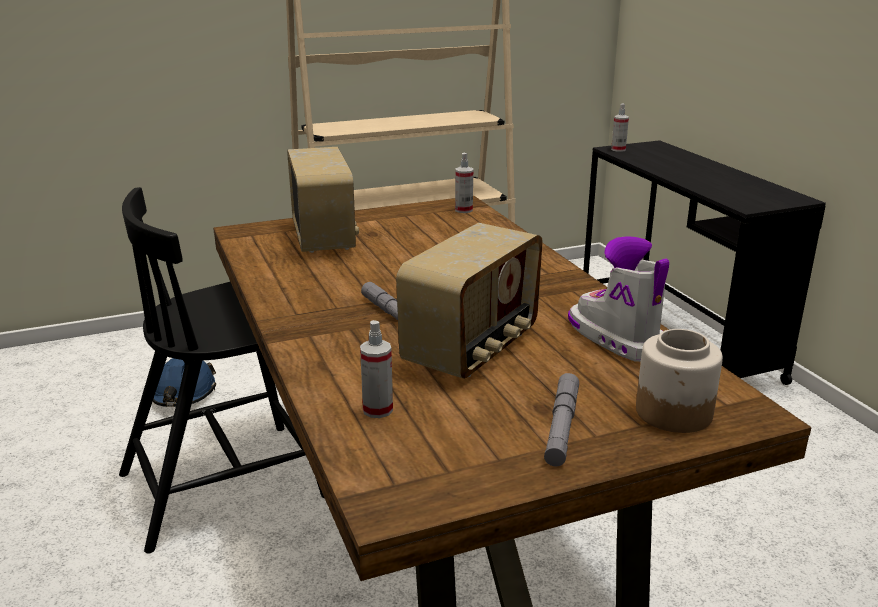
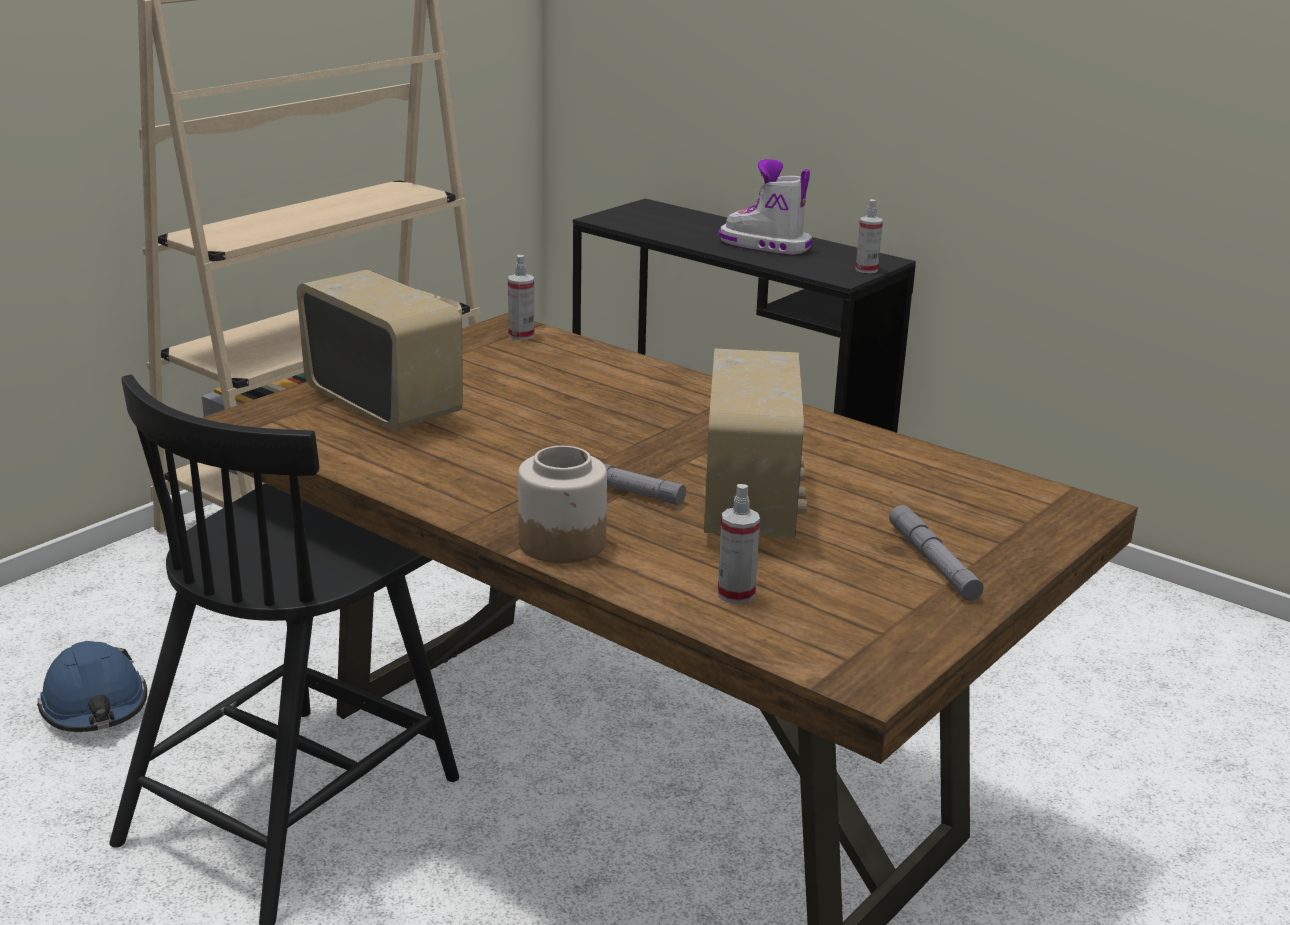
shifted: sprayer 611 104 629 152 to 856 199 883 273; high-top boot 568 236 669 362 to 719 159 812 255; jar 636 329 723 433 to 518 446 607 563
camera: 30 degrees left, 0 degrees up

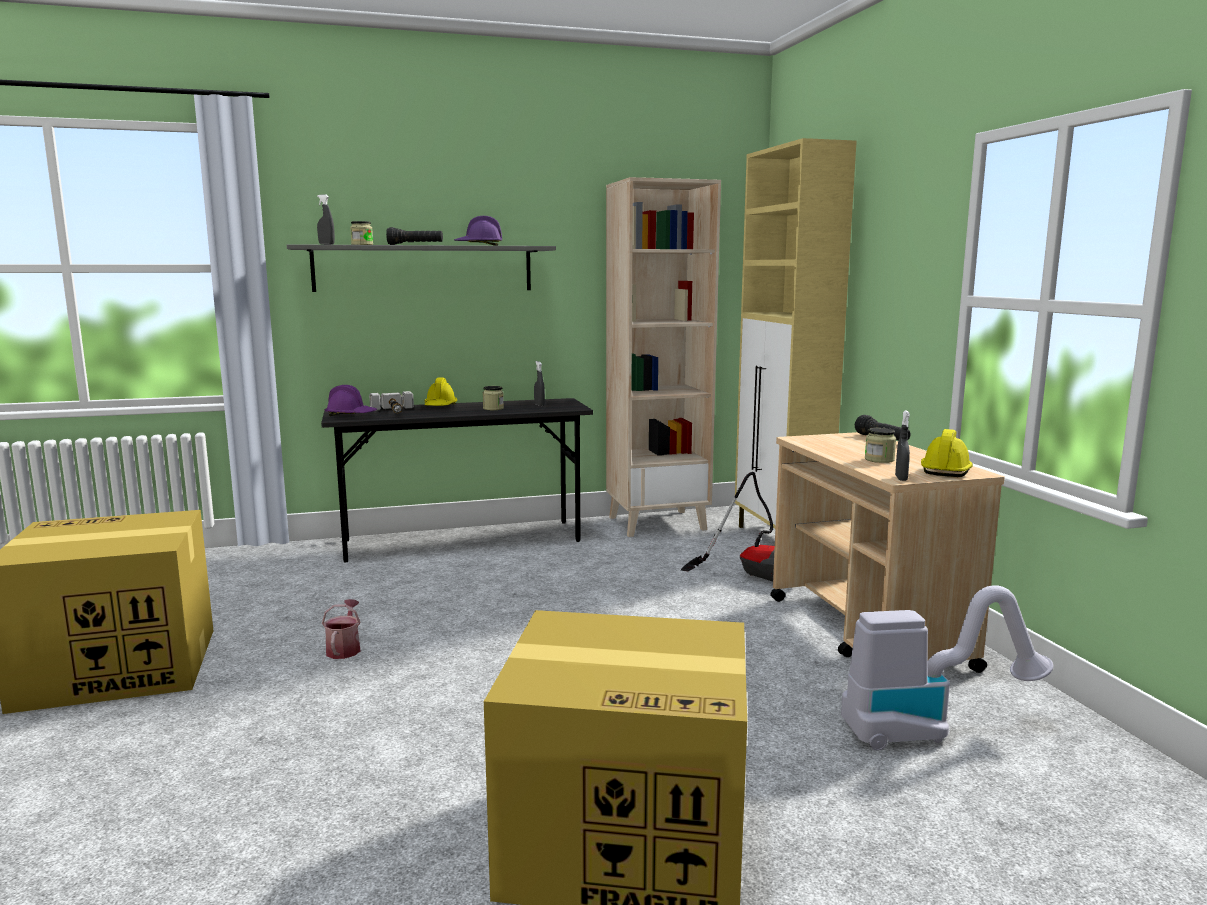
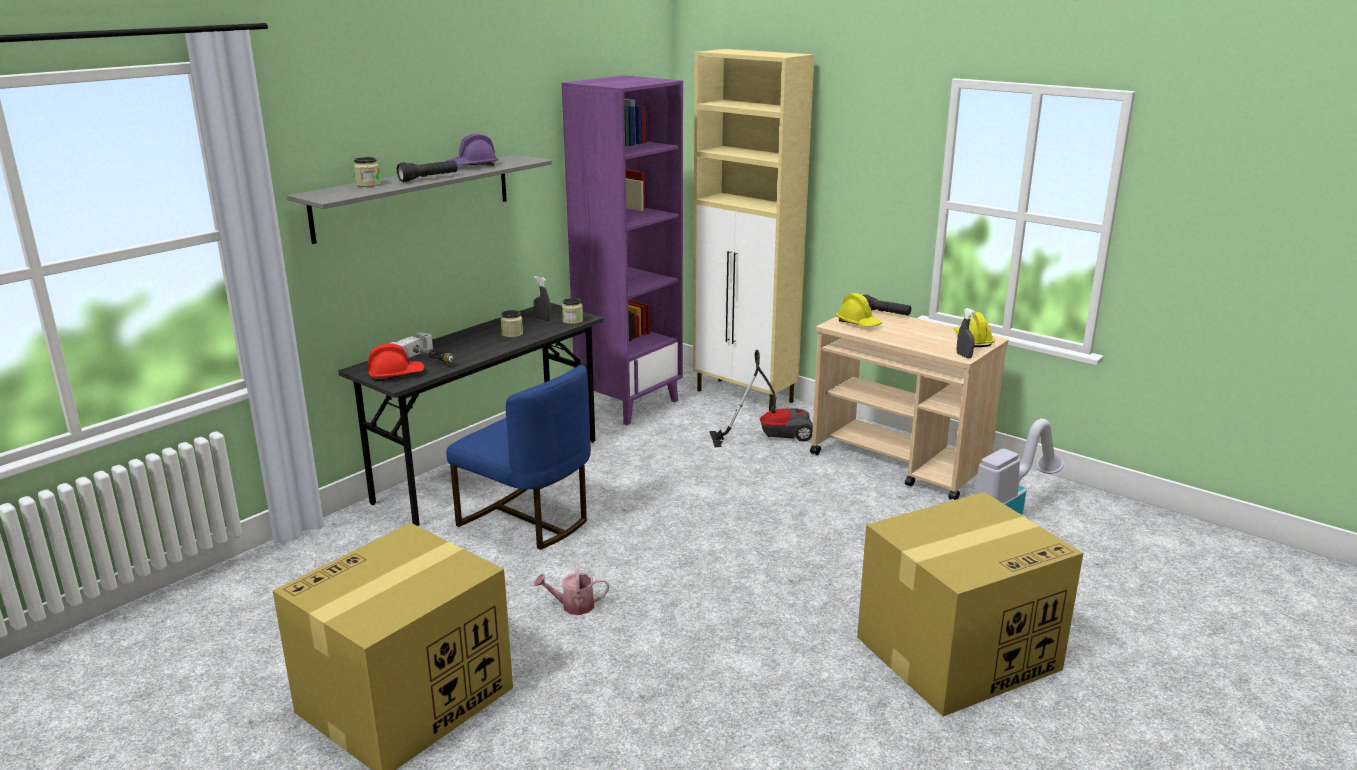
gone: gray sprayer 317 195 335 245
new: bluish plain chair 446 365 591 550
shifted: yellow safety helmet 425 378 457 406 to 836 293 883 327; jar 865 428 896 463 to 562 298 583 324
repainted: beige-coloured bookshelf 606 177 721 537 to purple bookshelf 562 75 683 425; purple safety helmet 325 385 377 416 to red-coloured safety helmet 368 343 425 382
rotated: sprinkling can 322 599 361 659 = 534 563 609 615 60 degrees counterclockwise
camera: 35 degrees left, 10 degrees up

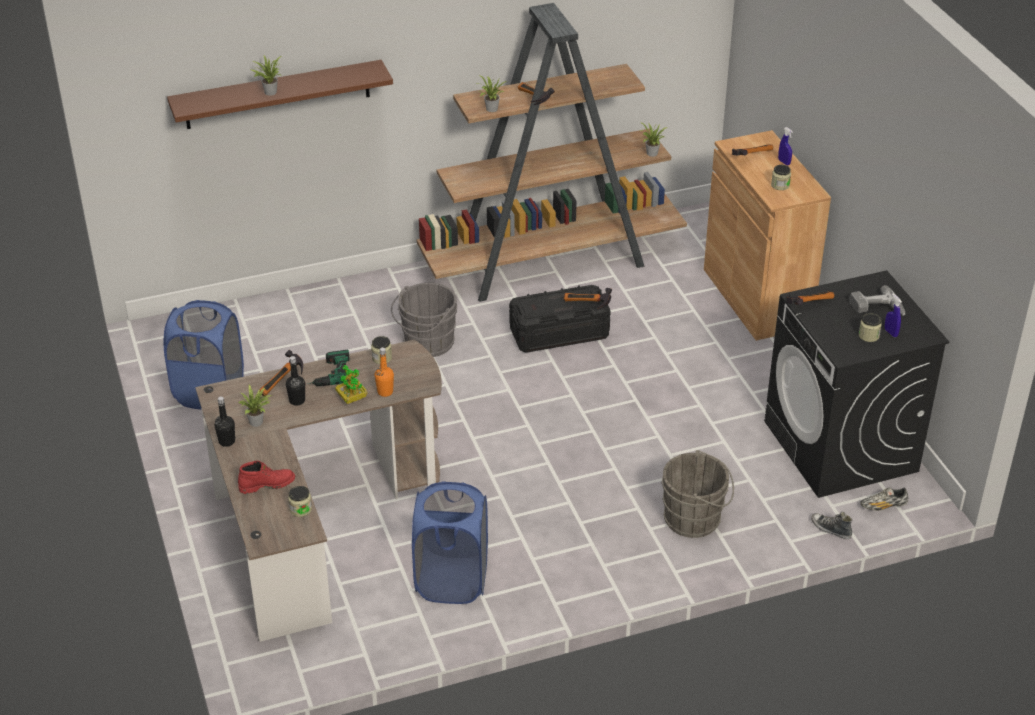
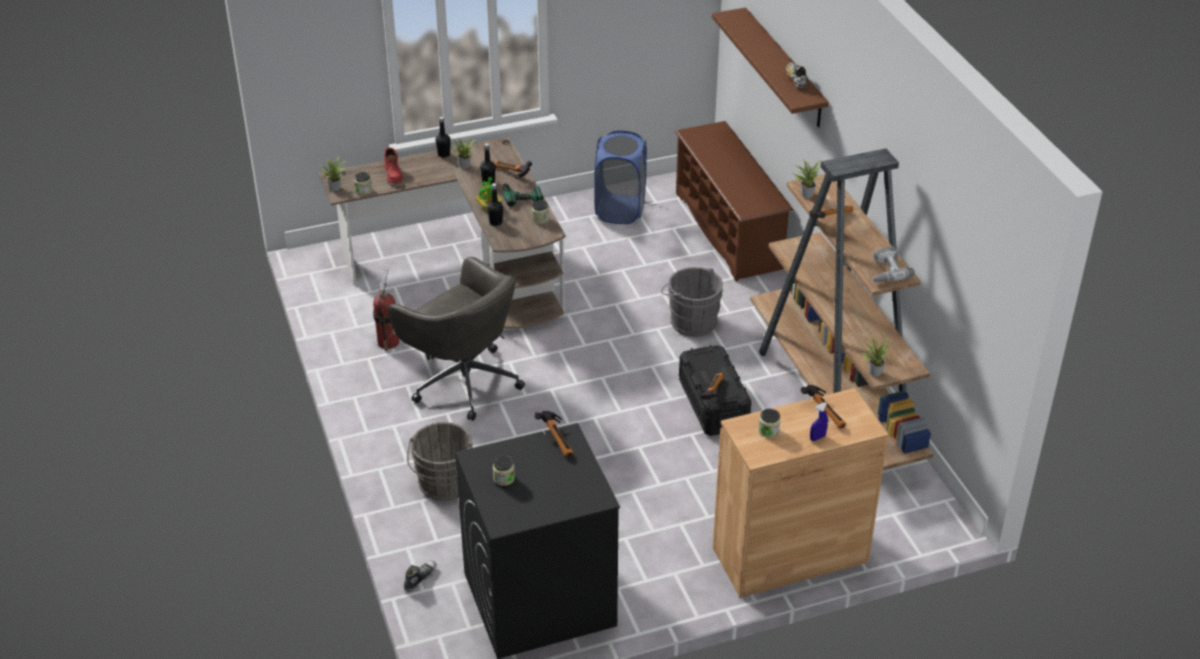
gone: bluish sprayer 885 293 902 337
new: brownish shoe rack 675 121 794 281; gray computer chair 388 257 525 421
shifted: potted plant 251 55 281 96 to 320 157 347 191; electric drill 849 285 905 316 to 871 246 915 282; shoe 860 488 908 511 to 786 62 808 88
swapped: bluish washing basket 412 481 488 604 to fire-fighting cylinder 373 269 399 351
repainted: orange drink bottle 375 347 394 397 to blackish drink bottle 487 183 503 226
camera: 90 degrees right, 0 degrees up

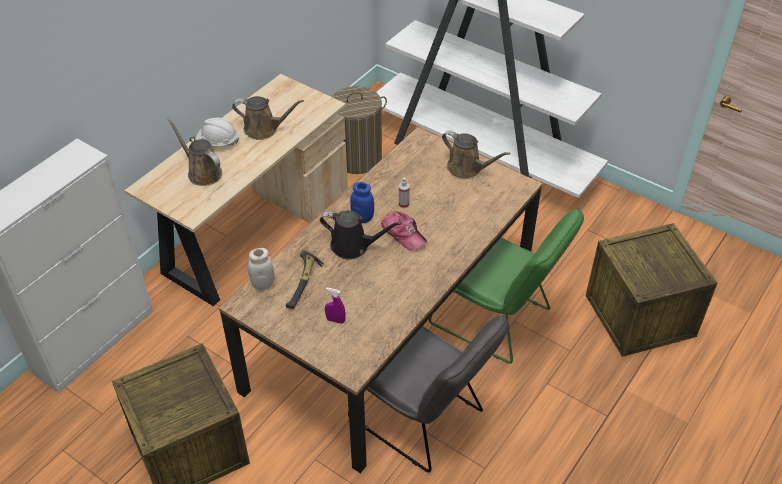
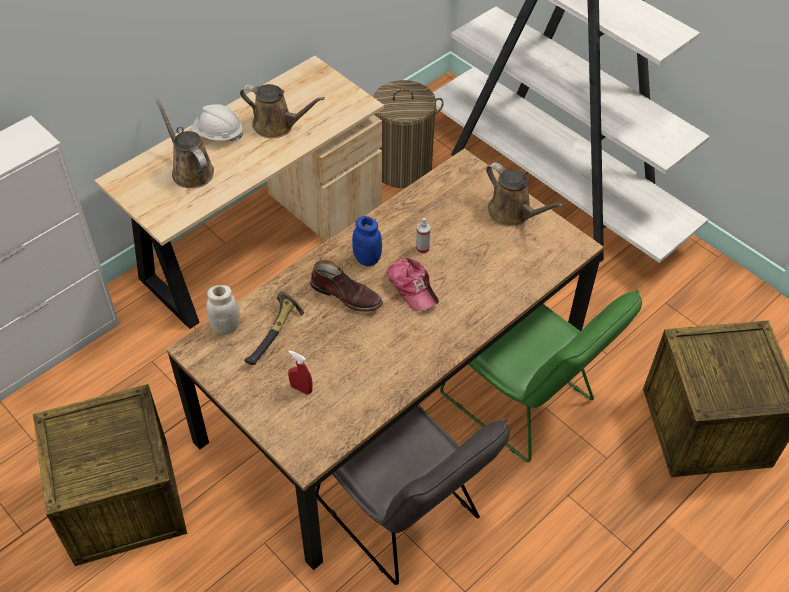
swapped: blackish sprinkling can 320 211 401 259 to brownish high-top boot 310 260 383 312
repainted: purple sprayer 325 287 346 324 to red-coloured sprayer 288 350 313 394
camera: 10 degrees right, 5 degrees up

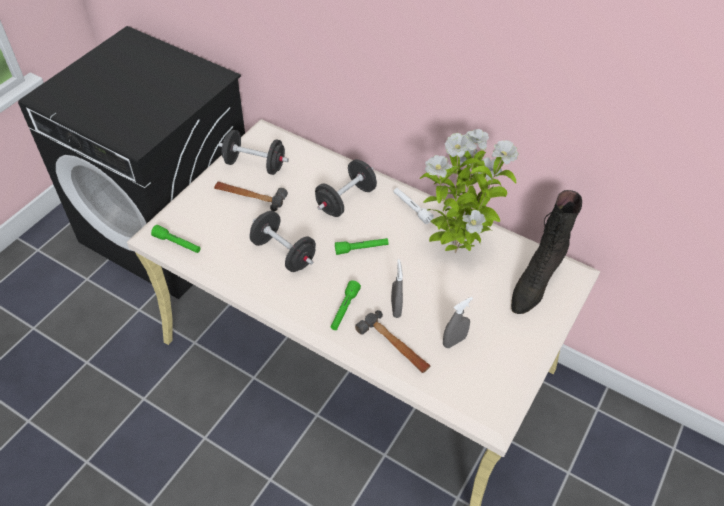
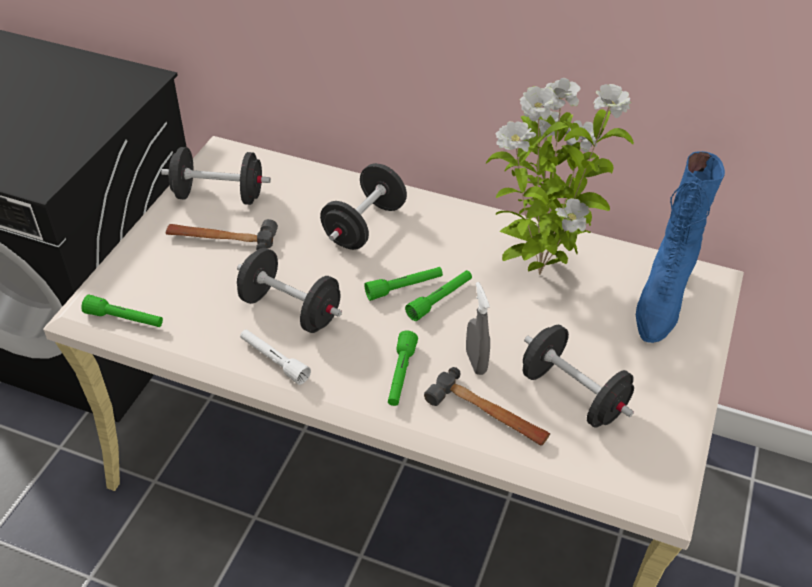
new: green flashlight 405 270 472 321
shifted: whitish flashlight 393 188 434 224 to 240 329 311 385
swapped: gray sprayer 443 297 473 348 to blackish hand weight 523 325 634 428
repainted: blackish high-top boot 511 190 582 314 to bluish high-top boot 636 151 725 343
camera: 10 degrees left, 5 degrees down

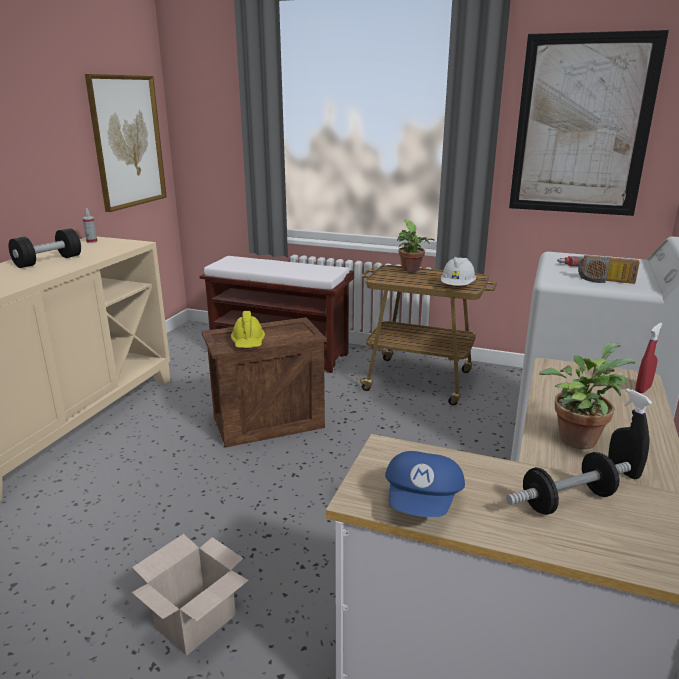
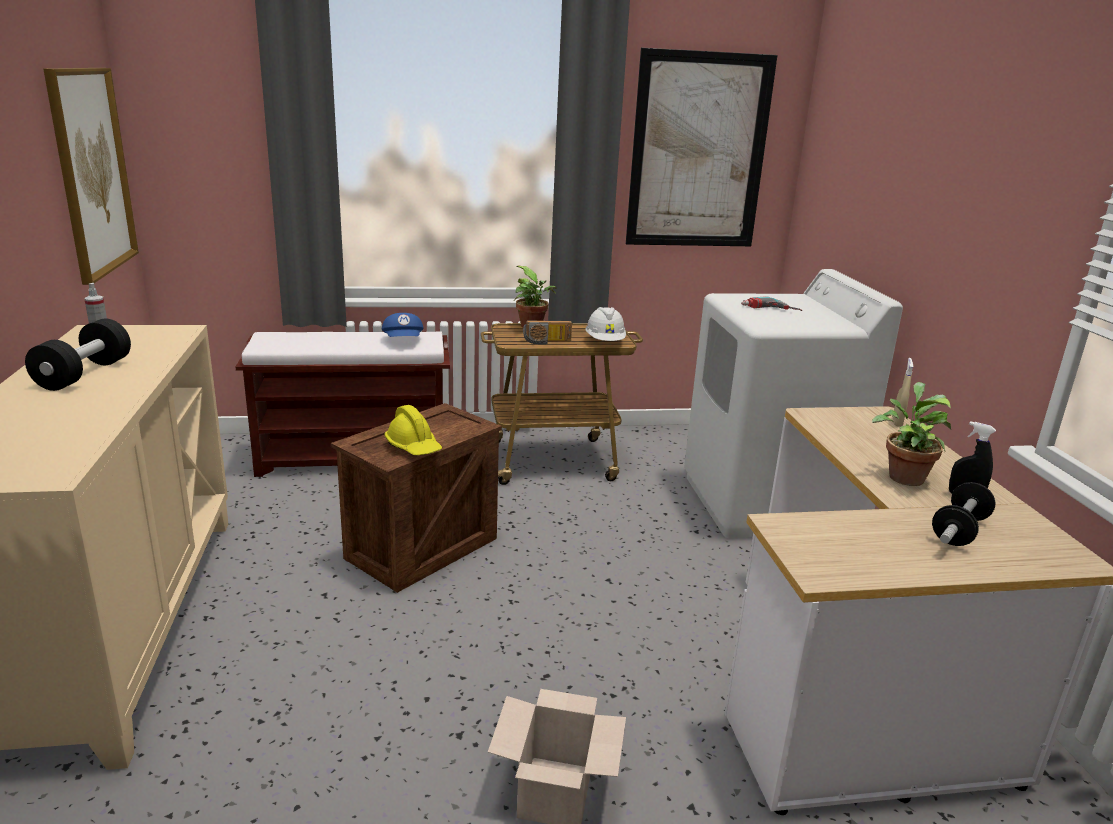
shifted: radio 578 255 640 284 to 523 321 572 345; bluish peaked cap 385 451 465 517 to 382 313 424 337
repainted: red-coloured sprayer 635 323 663 393 to beige-coloured sprayer 893 358 913 427
camera: 30 degrees left, 0 degrees up

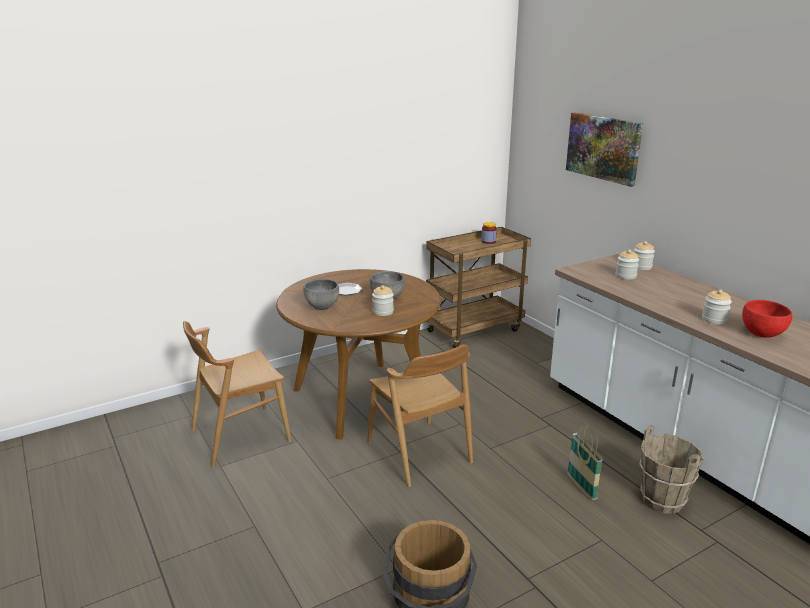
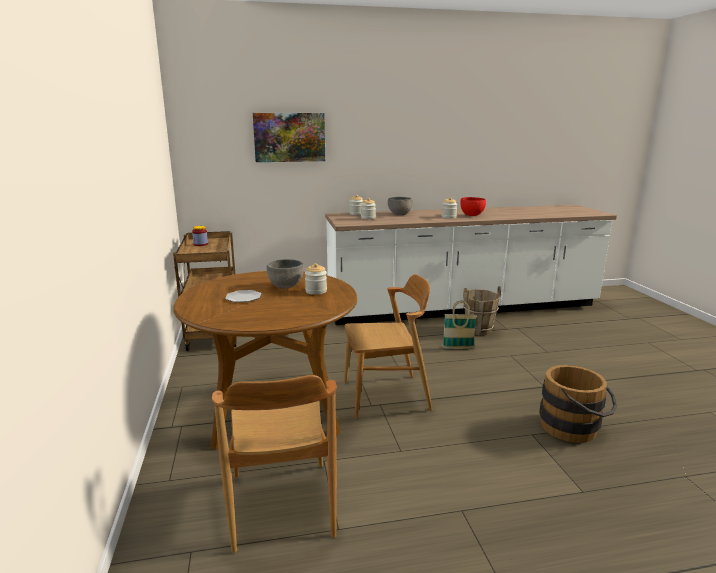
shifted: gray deep dish 303 279 339 310 to 388 197 413 215
camera: 70 degrees left, 5 degrees down

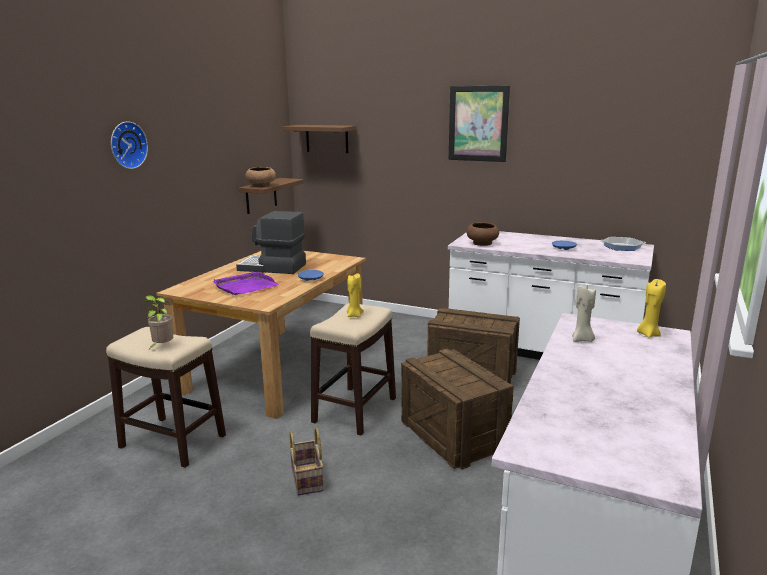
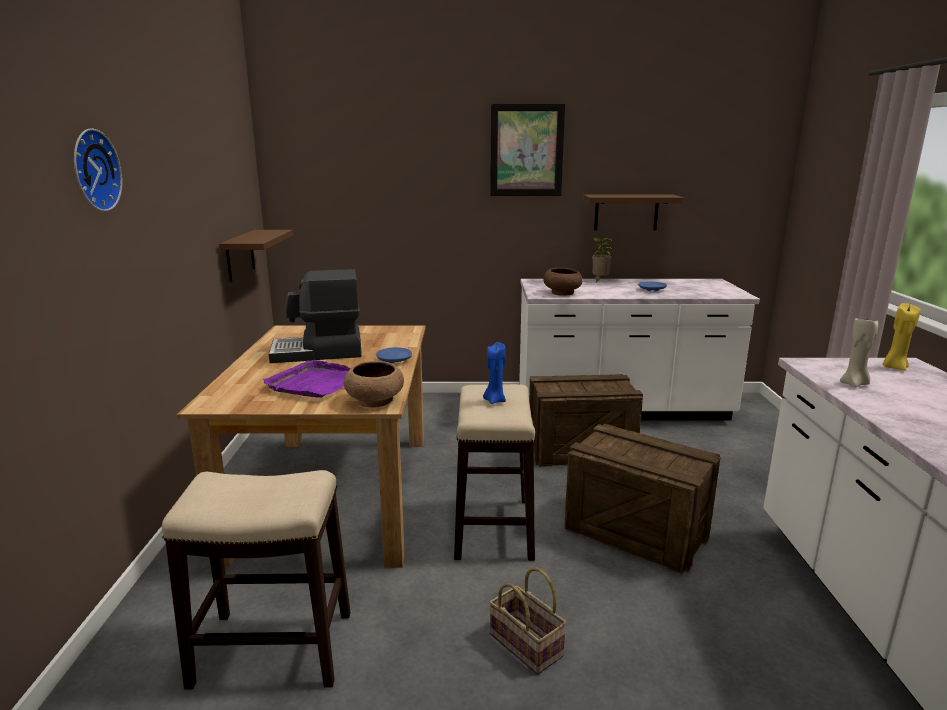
gone: pan 600 237 646 251
shifted: brownish bracket shelf 282 125 357 153 to 583 194 684 230; brownish deep dish 245 167 276 187 to 344 361 404 407; potted plant 139 296 173 349 to 592 237 613 282
repainted: yellow candle 347 273 364 318 to bluish candle 483 342 506 404
camera: 25 degrees left, 0 degrees up

